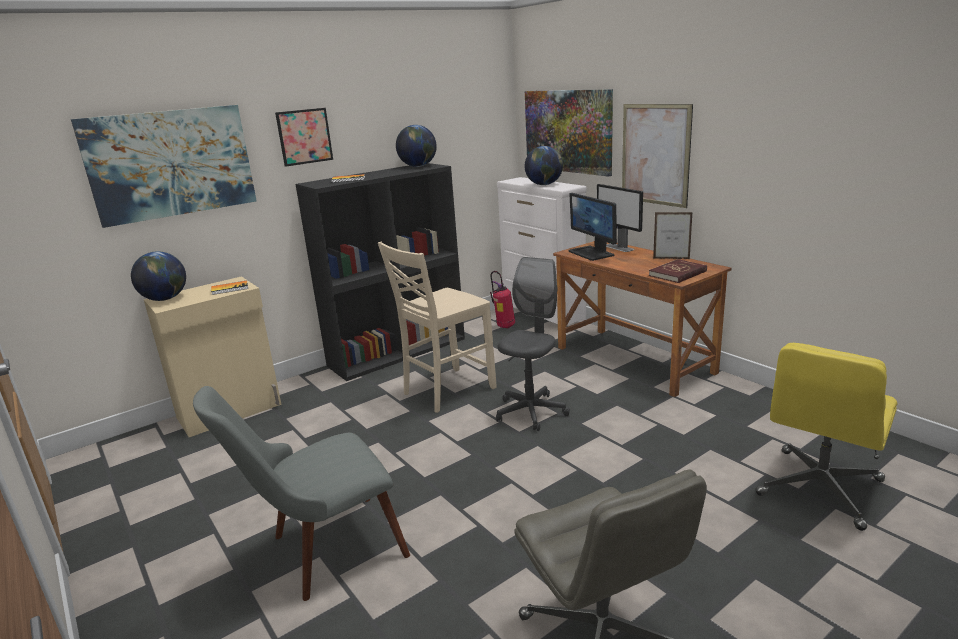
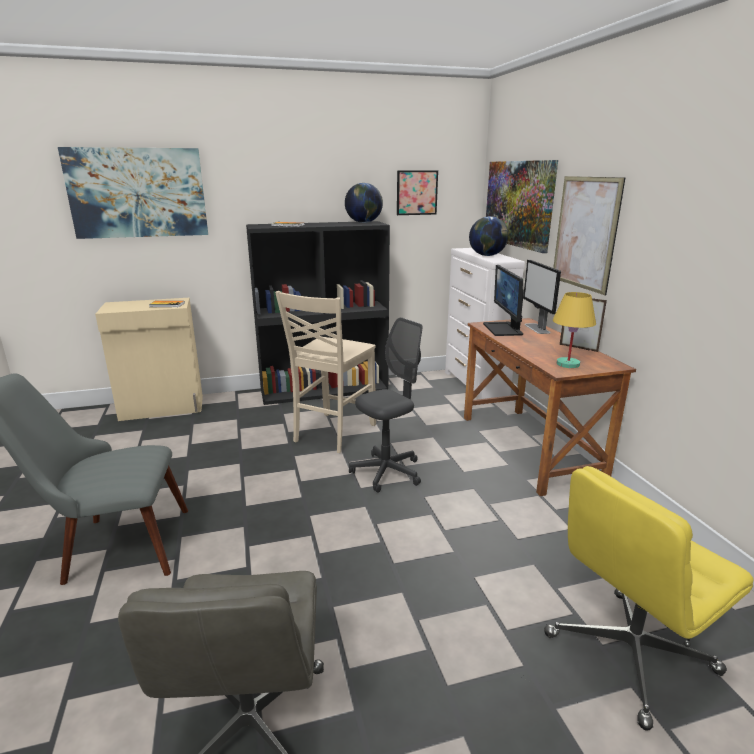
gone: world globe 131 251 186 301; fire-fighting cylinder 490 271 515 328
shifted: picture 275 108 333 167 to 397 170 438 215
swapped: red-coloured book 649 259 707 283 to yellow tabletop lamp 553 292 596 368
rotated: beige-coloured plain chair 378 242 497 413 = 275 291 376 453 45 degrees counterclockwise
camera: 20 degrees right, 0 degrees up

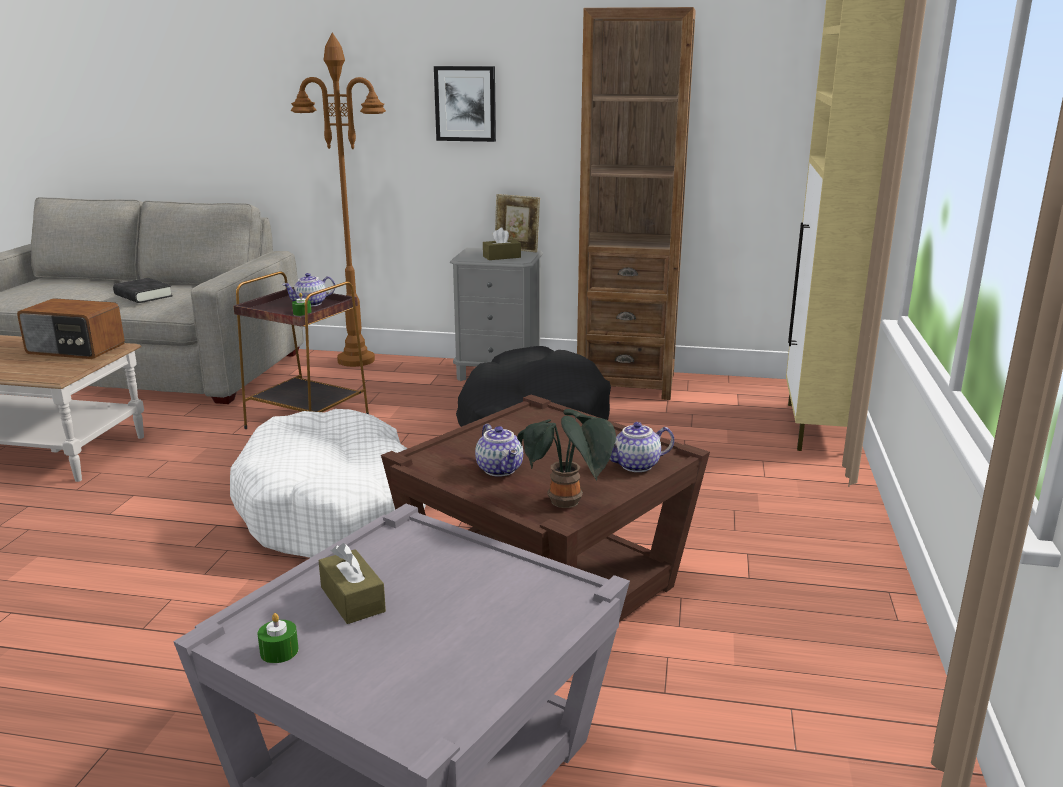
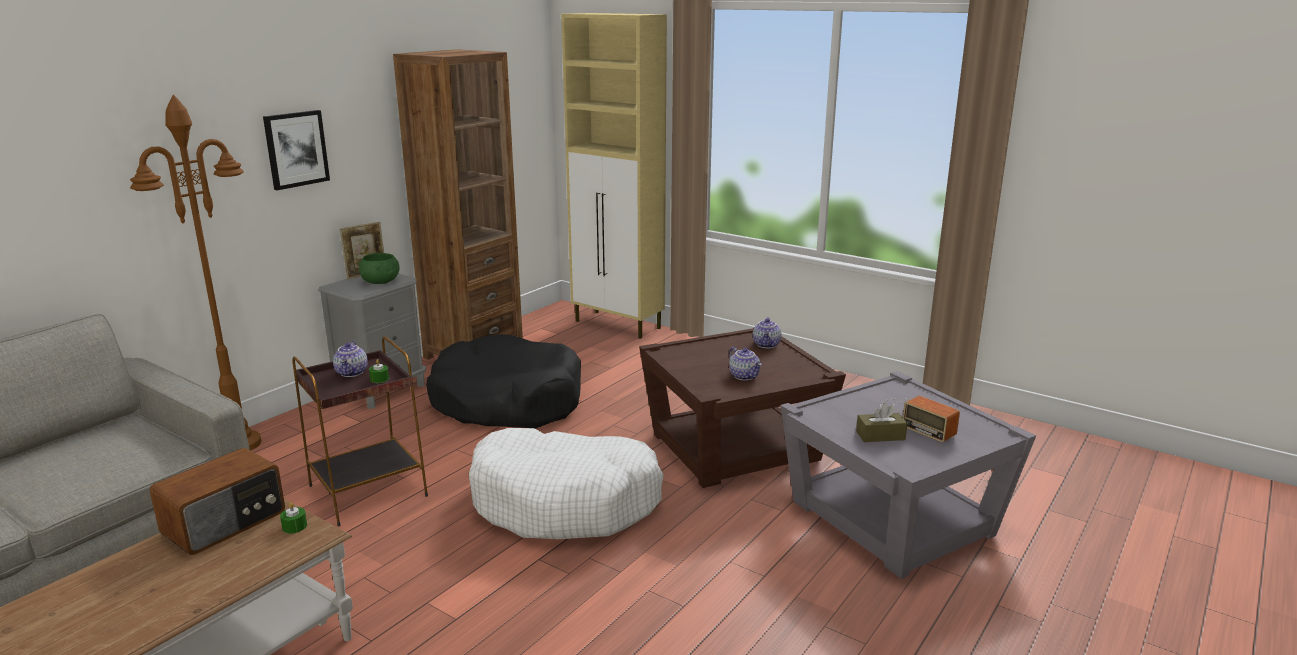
gone: blackish book 113 278 173 303; potted plant 517 409 616 508
new: radio 880 396 960 442
shifted: green candle 258 613 299 663 to 280 503 307 534
swapped: brownish tissue box 483 227 521 260 to green deep dish 358 253 400 284
rotated: pot for tea 475 424 523 477 = 729 347 762 381 60 degrees clockwise
camera: 65 degrees left, 0 degrees up

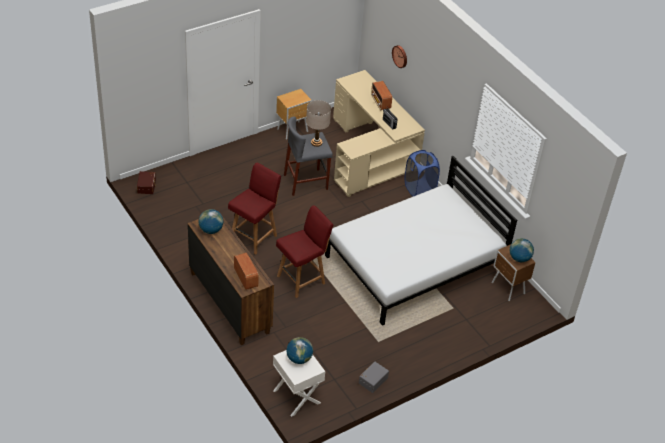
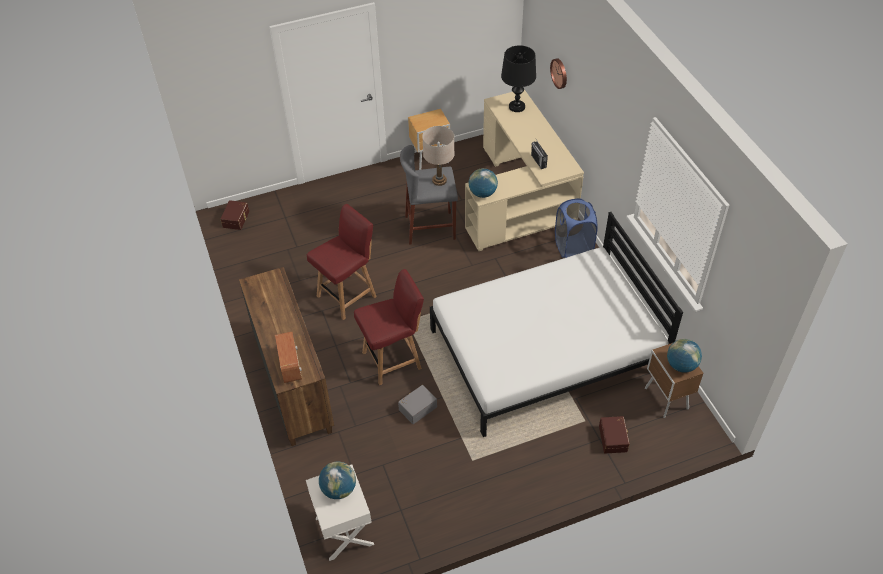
gone: radio 371 81 392 110
new: blackish tabletop lamp 501 45 536 112; brownish storage bin 599 416 630 454
shifted: world globe 198 209 223 234 to 469 168 498 198; gray storage bin 359 362 389 393 to 398 385 437 424
camera: 15 degrees right, 5 degrees up

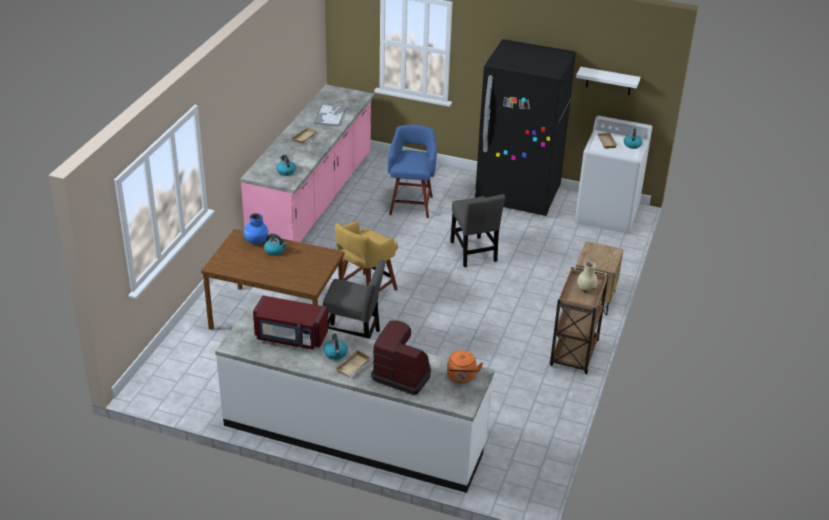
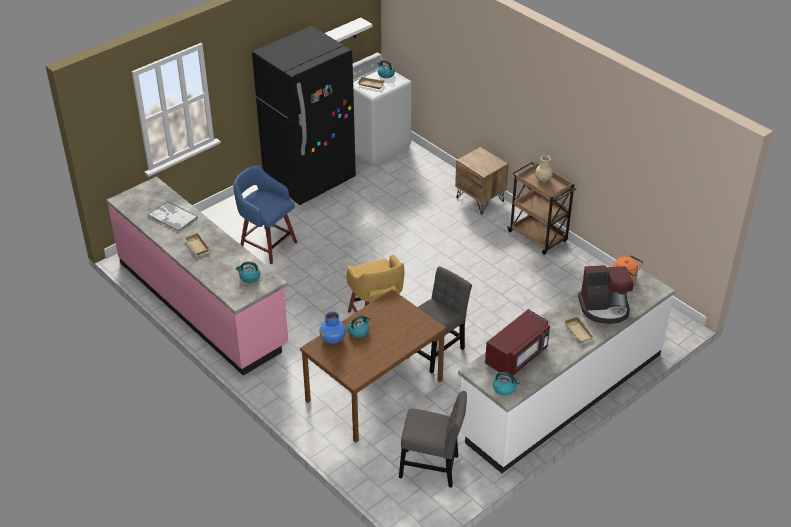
shifted: gray plain chair 450 194 505 267 to 399 391 467 488; tea kettle 324 333 348 360 to 493 372 520 395
rotated: coffee machine 371 320 431 395 = 578 265 633 324 150 degrees counterclockwise
camera: 60 degrees left, 5 degrees up

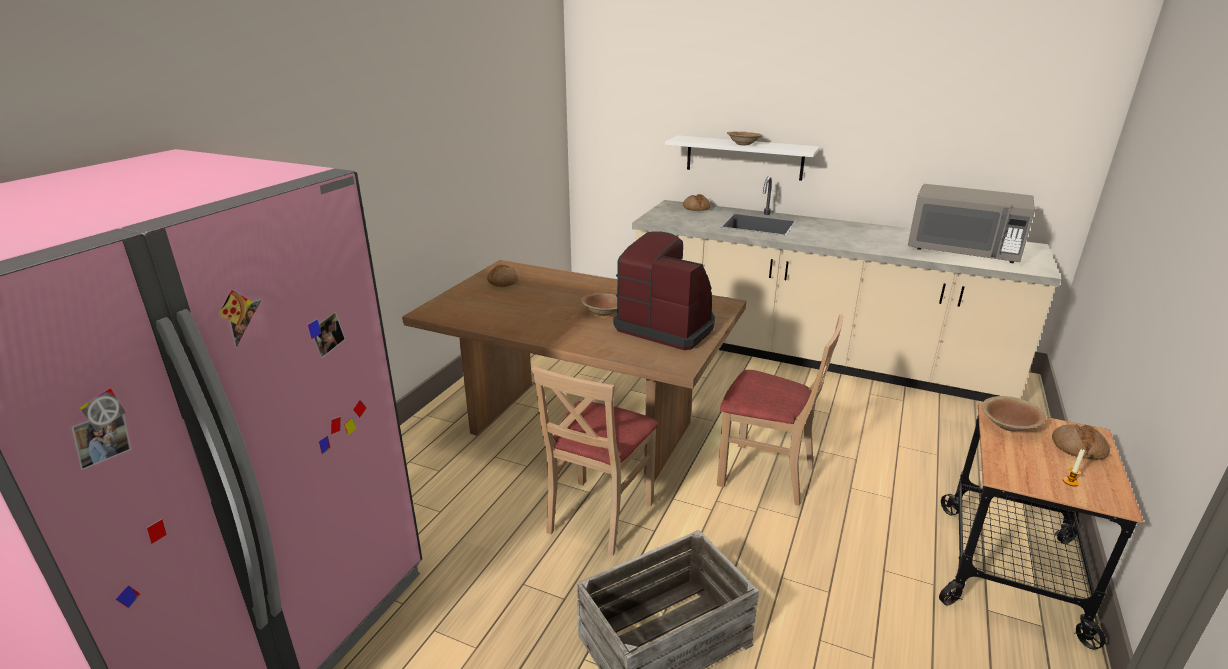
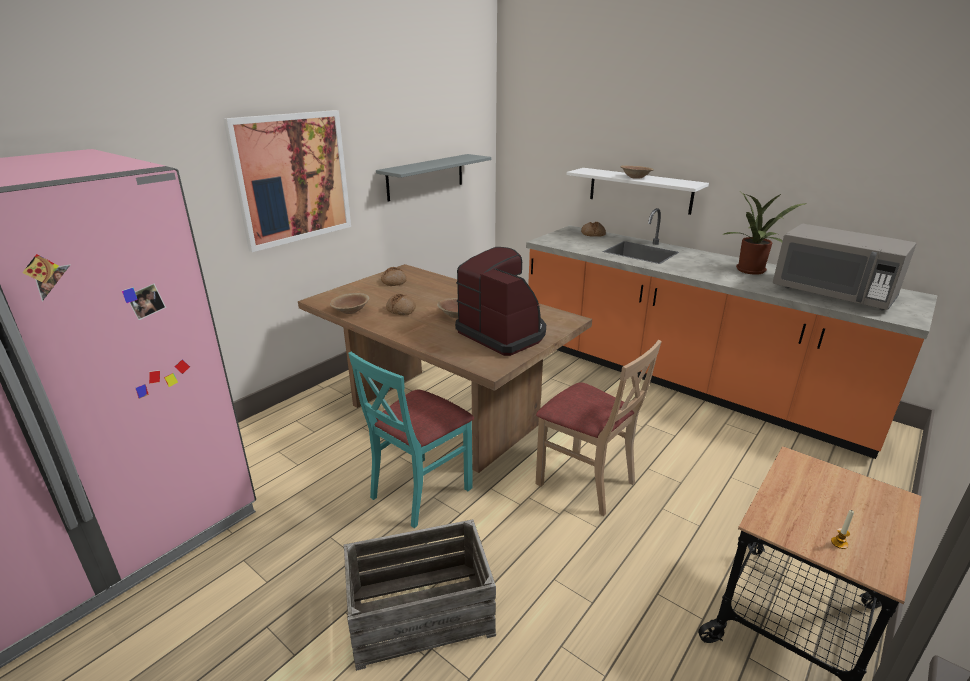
new: picture 223 110 351 252; gray bracket shelf 376 154 491 202; potted plant 722 192 807 275
shifted: brownish deep dish 982 396 1046 431 to 330 293 370 314; bakery bread 1052 424 1110 460 to 386 294 416 315
repainted: beige-coloured counter 632 176 1061 402 to orange counter 526 208 938 459; beige-coloured plain chair 532 366 659 556 to turquoise-coloured plain chair 348 352 474 528
camera: 15 degrees right, 0 degrees up

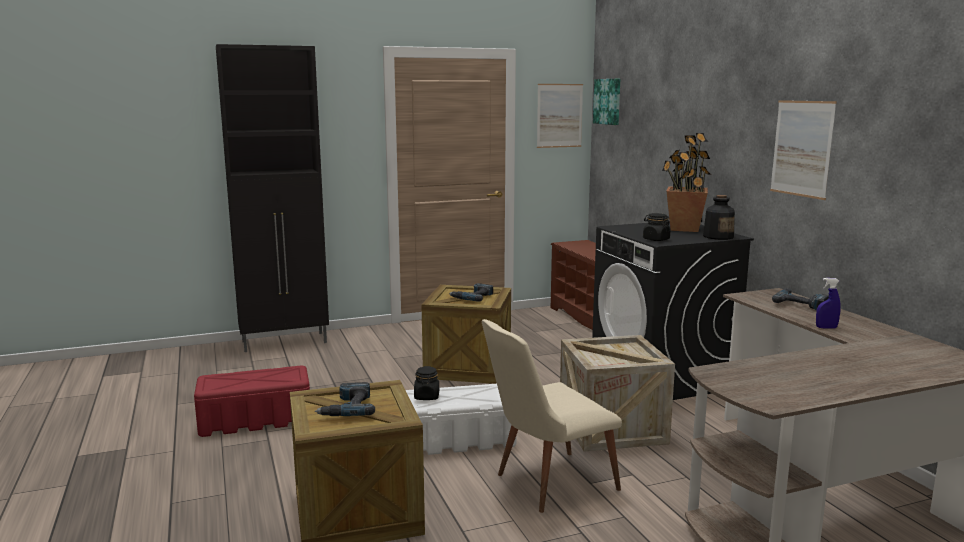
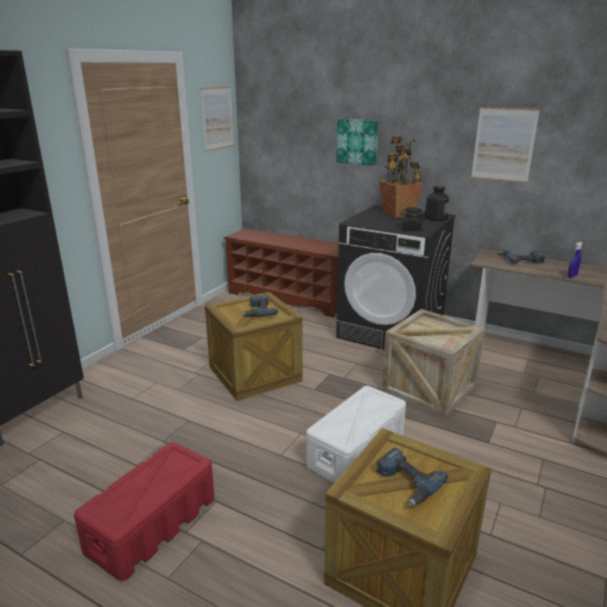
gone: beige-coloured plain chair 482 319 622 513; blackish jar 414 366 439 400
shifted: picture 593 79 620 125 to 336 119 379 166
camera: 40 degrees left, 10 degrees up

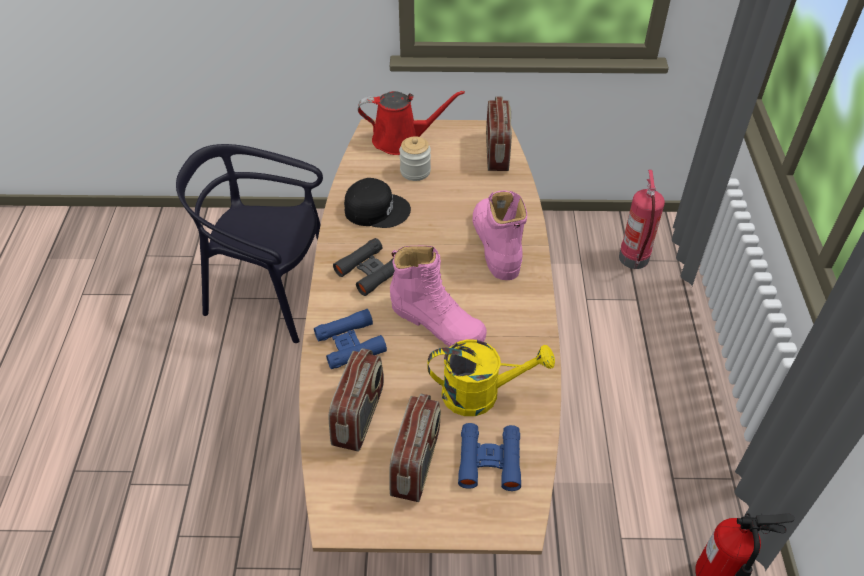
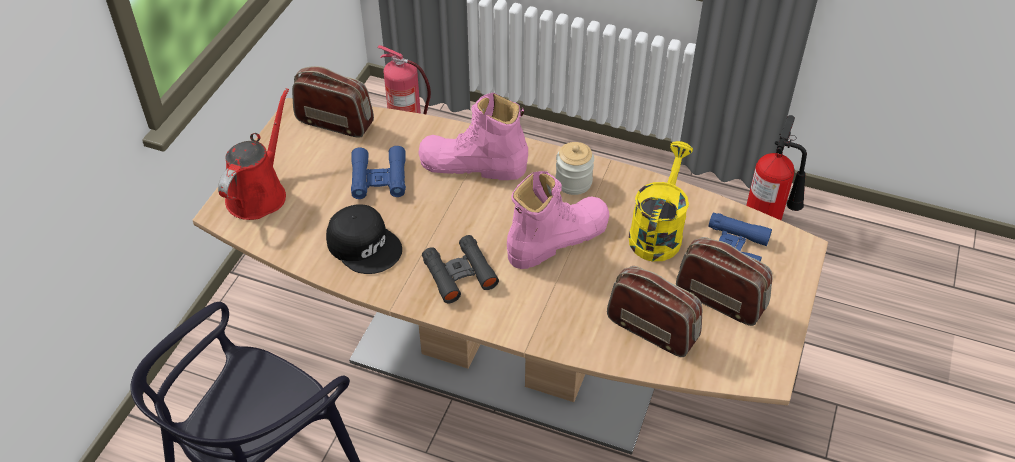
shifted: jar 399 136 431 181 to 555 142 594 195; bluish pair of binoculars 314 309 387 369 to 351 146 406 199
rotated: blackish peaked cap 344 178 411 228 = 326 204 402 274 105 degrees clockwise
camera: 70 degrees left, 0 degrees up

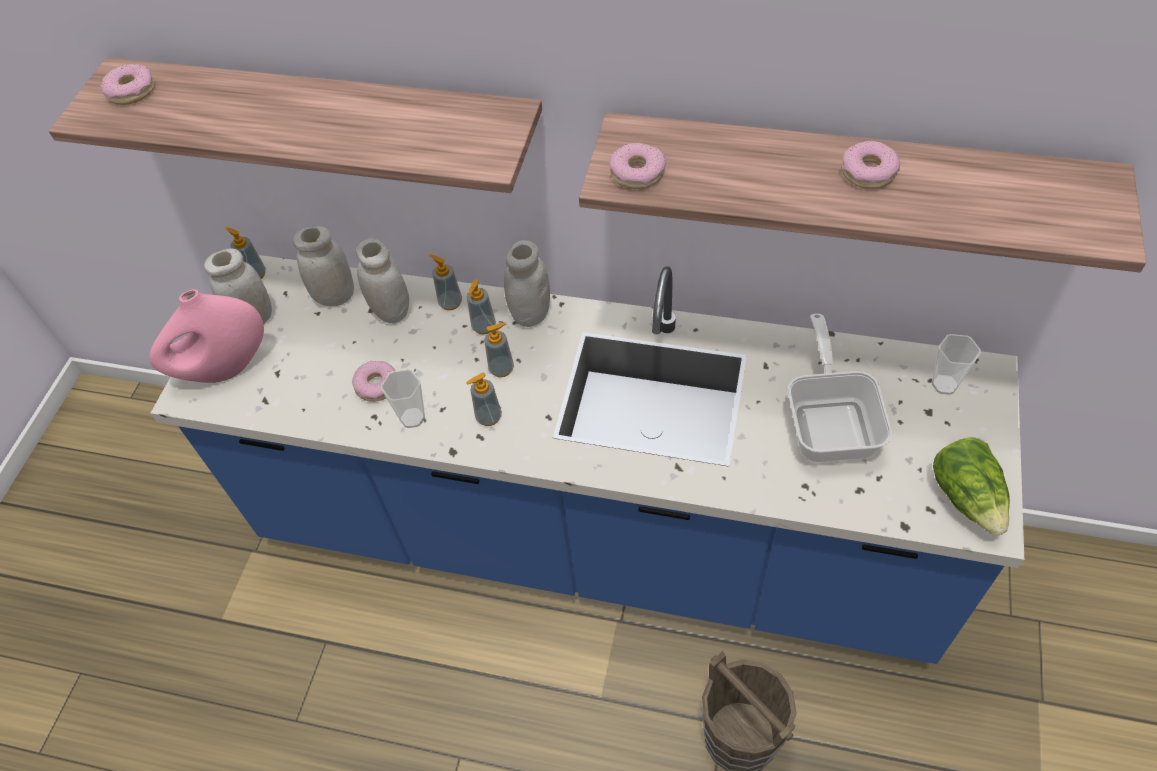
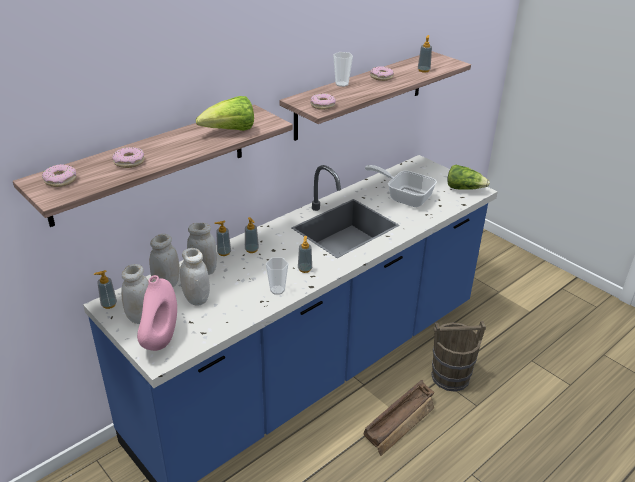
new: lettuce 196 96 254 131; packing crate 364 380 434 456
shifted: whitish jar 504 240 550 327 to 180 248 210 306; liquid soap bottle 484 322 514 378 to 418 35 432 72; cup 932 334 981 395 to 333 52 353 87; donut 352 361 395 402 to 112 147 145 168
camera: 60 degrees left, 20 degrees down

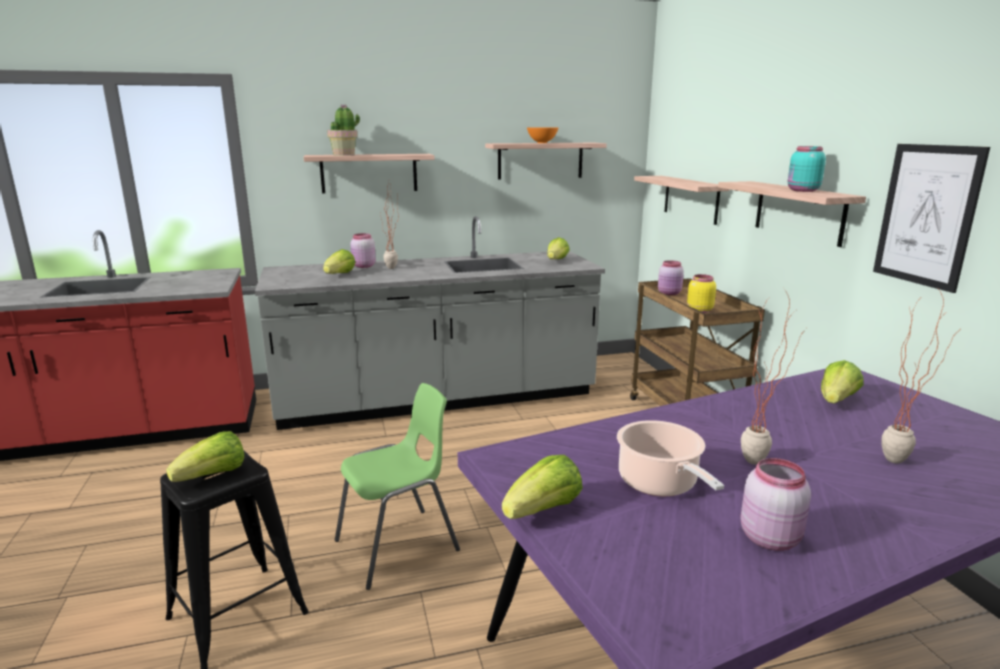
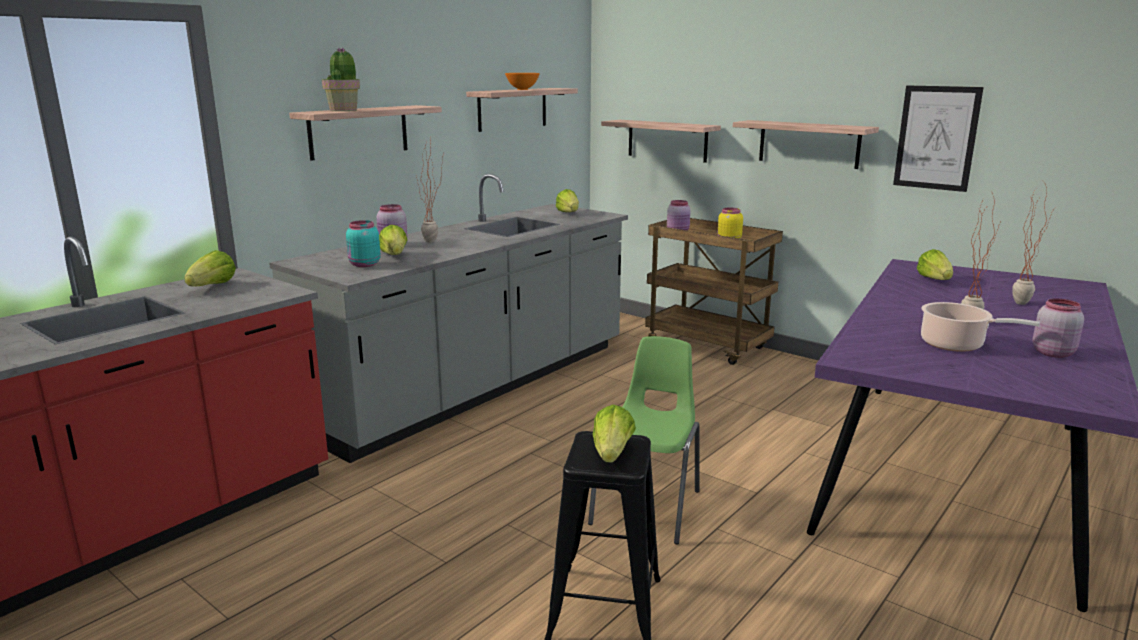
shifted: turquoise-coloured jar 788 146 826 192 to 346 220 381 267; lettuce 502 455 583 519 to 184 250 236 286
camera: 35 degrees left, 0 degrees up

